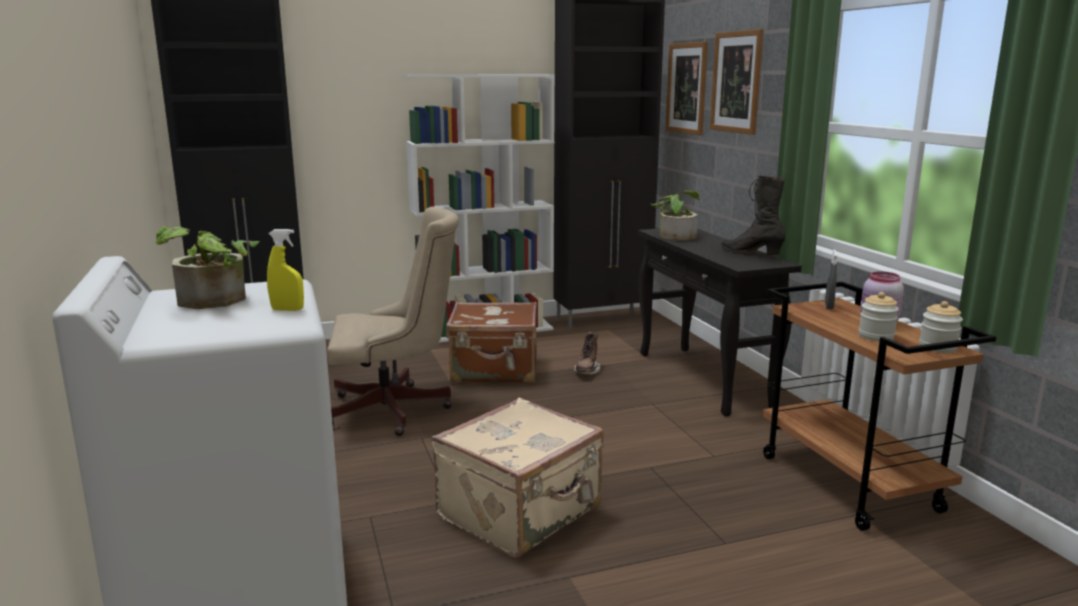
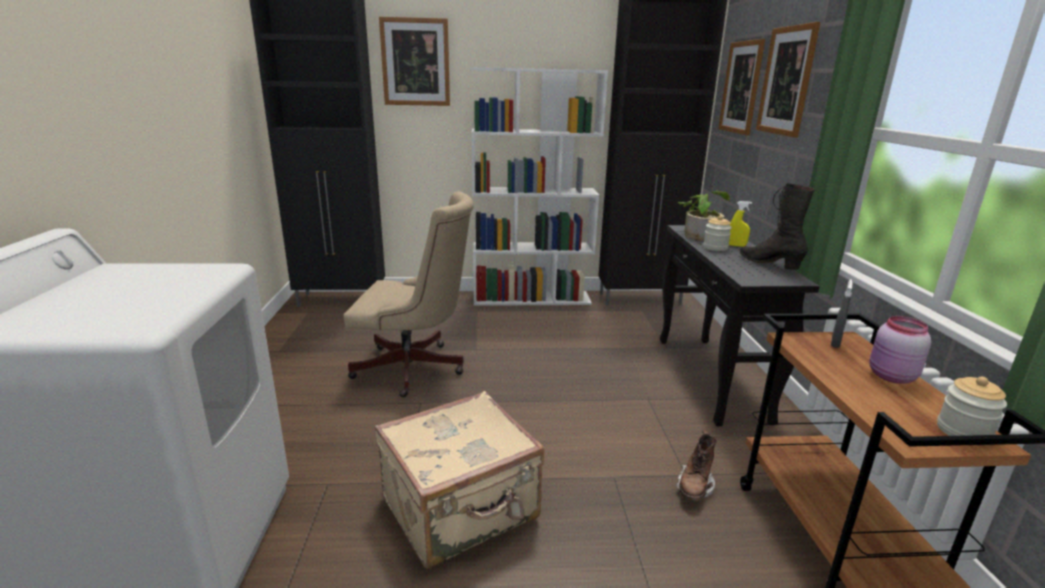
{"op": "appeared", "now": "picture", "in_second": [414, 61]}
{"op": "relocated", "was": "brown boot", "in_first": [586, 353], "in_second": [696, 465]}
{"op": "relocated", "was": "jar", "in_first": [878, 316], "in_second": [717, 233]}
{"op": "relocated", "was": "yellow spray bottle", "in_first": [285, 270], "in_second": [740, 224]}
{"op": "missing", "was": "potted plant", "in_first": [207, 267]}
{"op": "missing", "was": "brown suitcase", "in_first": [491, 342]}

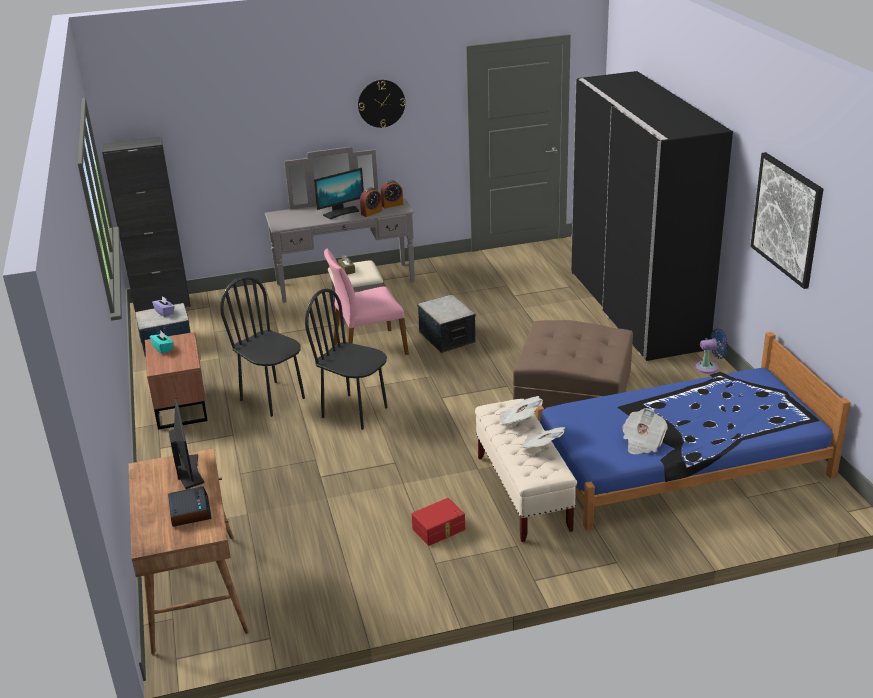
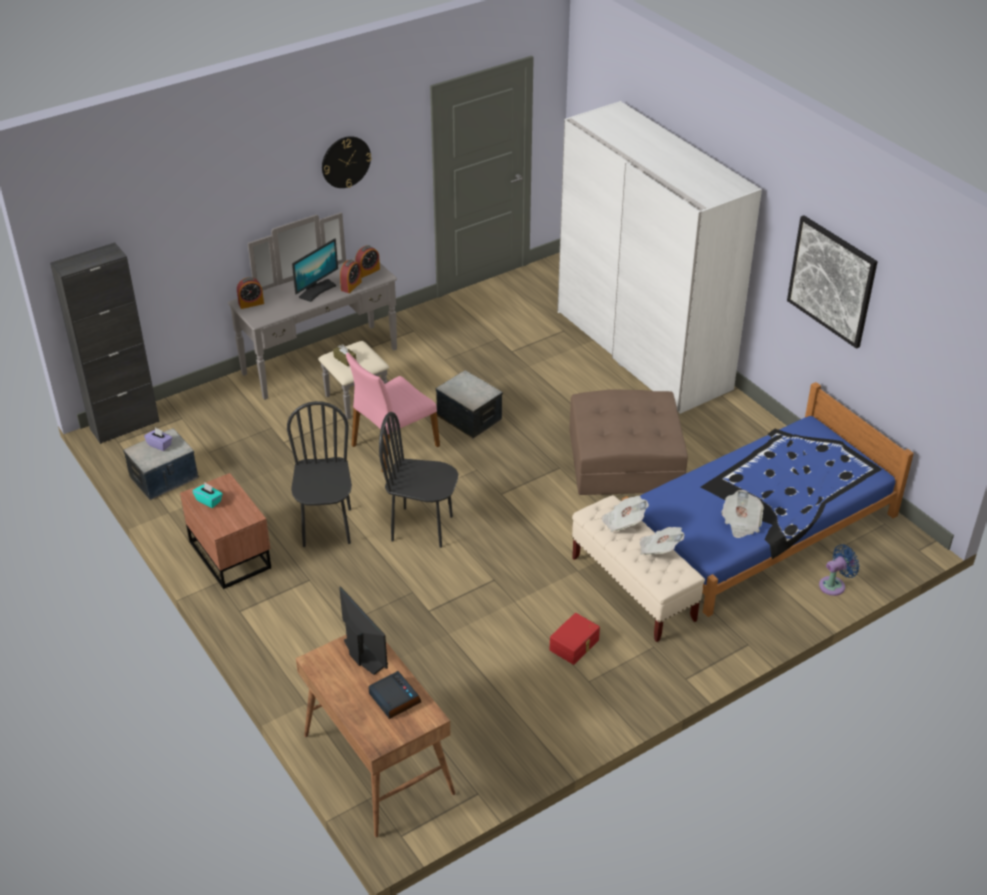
{"op": "appeared", "now": "alarm clock", "in_second": [250, 293]}
{"op": "spun", "was": "black chair", "in_first": [262, 346], "in_second": [319, 474], "clockwise": 60}
{"op": "colour", "was": "black wardrobe", "now": "white wardrobe", "in_first": [652, 216], "in_second": [660, 257]}
{"op": "relocated", "was": "blue fan", "in_first": [712, 351], "in_second": [839, 570]}

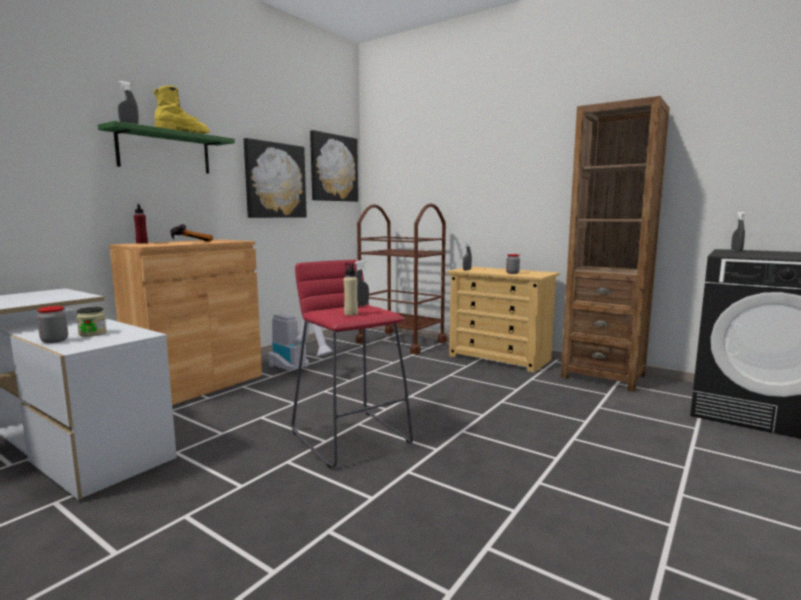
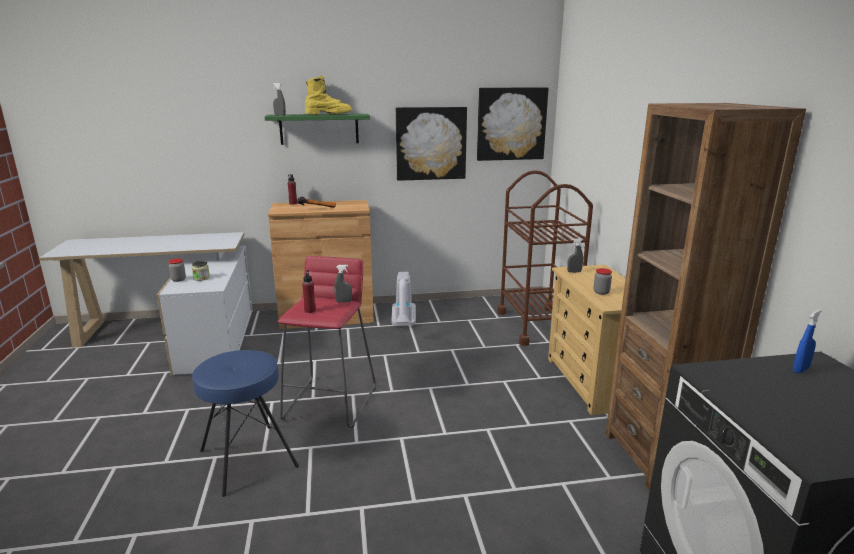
{"op": "appeared", "now": "blue stool", "in_second": [245, 423]}
{"op": "colour", "was": "beige bottle", "now": "red bottle", "in_first": [351, 289], "in_second": [309, 291]}
{"op": "colour", "was": "grey spray bottle", "now": "blue spray bottle", "in_first": [738, 231], "in_second": [807, 341]}

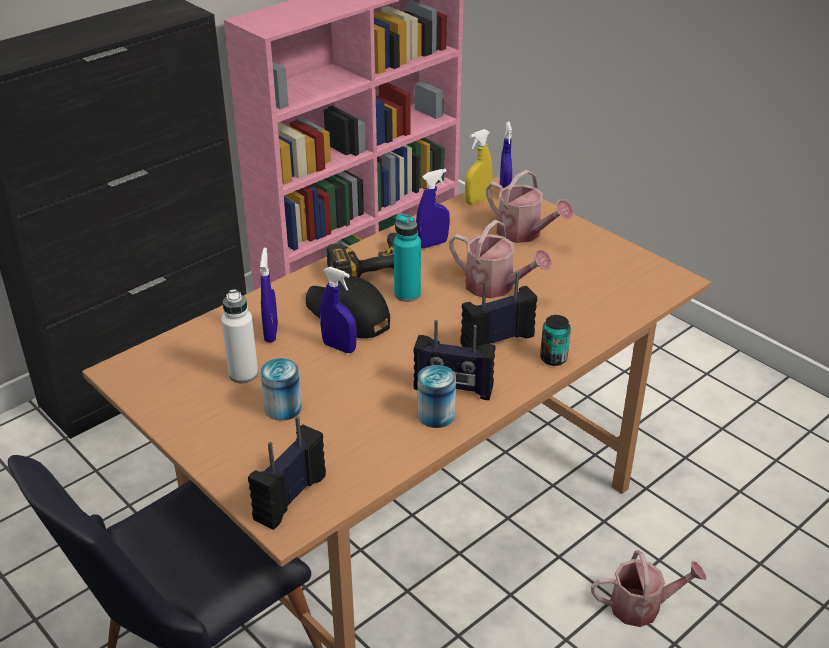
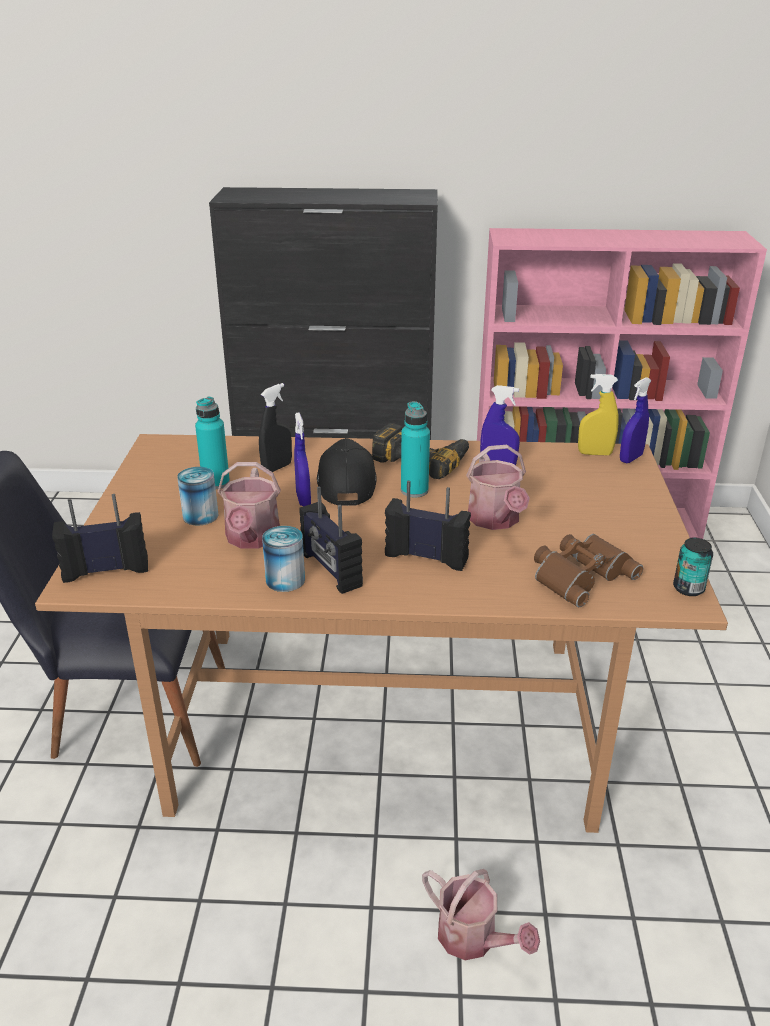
{"op": "colour", "was": "white bottle", "now": "turquoise bottle", "in_first": [239, 336], "in_second": [212, 443]}
{"op": "relocated", "was": "watering can", "in_first": [529, 206], "in_second": [249, 505]}
{"op": "colour", "was": "blue spray bottle", "now": "black spray bottle", "in_first": [269, 295], "in_second": [275, 427]}
{"op": "appeared", "now": "brown binoculars", "in_second": [588, 570]}
{"op": "relocated", "was": "can", "in_first": [555, 340], "in_second": [693, 567]}

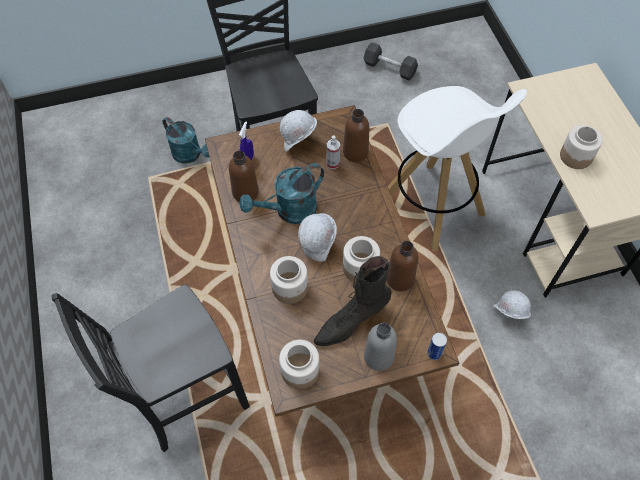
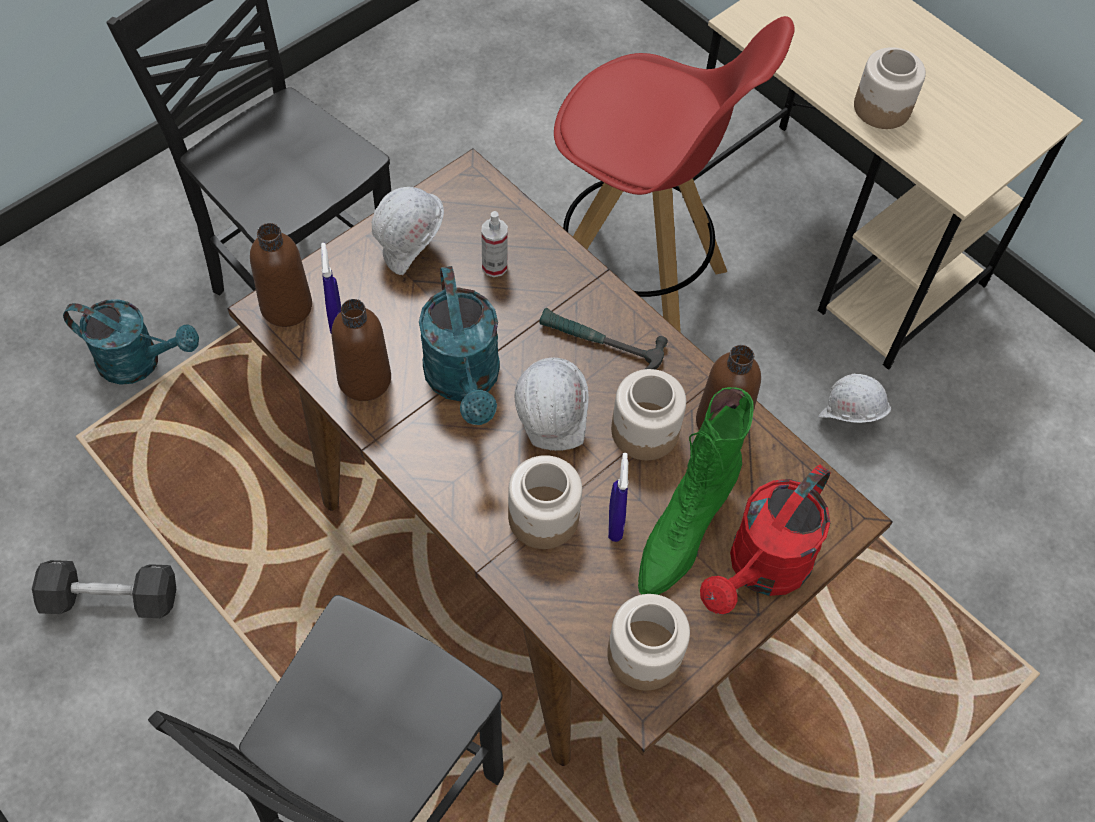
{"op": "relocated", "was": "black dumbbell", "in_first": [391, 61], "in_second": [104, 589]}
{"op": "relocated", "was": "brown bottle", "in_first": [356, 135], "in_second": [281, 275]}
{"op": "spun", "was": "turquoise watering can", "in_first": [281, 193], "in_second": [459, 345], "clockwise": -45}
{"op": "appeared", "now": "hammer", "in_second": [603, 339]}
{"op": "colour", "was": "white stool", "now": "red stool", "in_first": [457, 169], "in_second": [674, 174]}
{"op": "appeared", "now": "blue spray bottle", "in_second": [618, 497]}
{"op": "colour", "was": "black boot", "now": "green boot", "in_first": [353, 301], "in_second": [696, 491]}
{"op": "exchanged", "was": "grey bottle", "now": "red watering can", "in_first": [380, 347], "in_second": [765, 540]}
{"op": "missing", "was": "can", "in_first": [437, 346]}

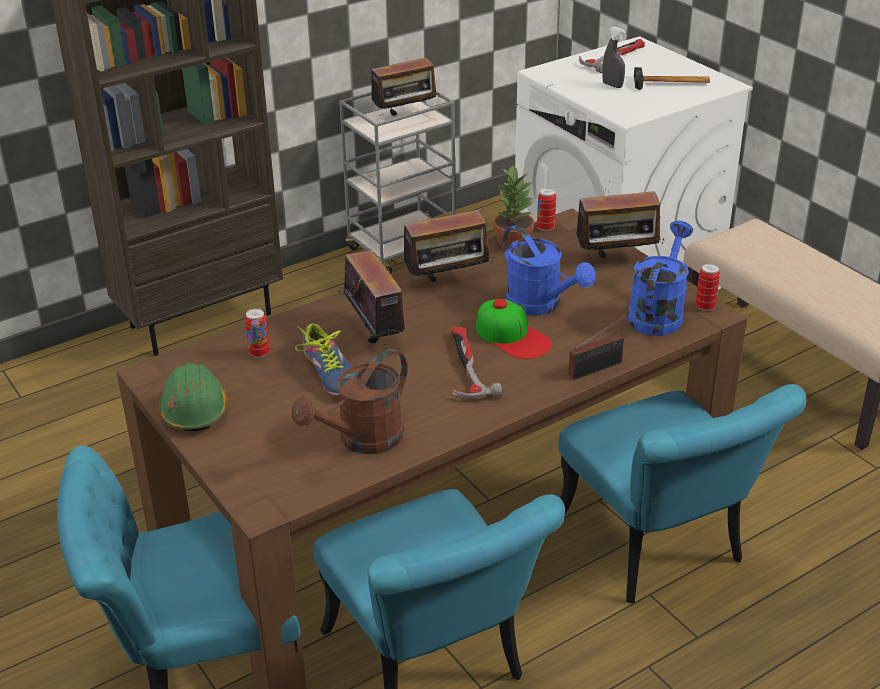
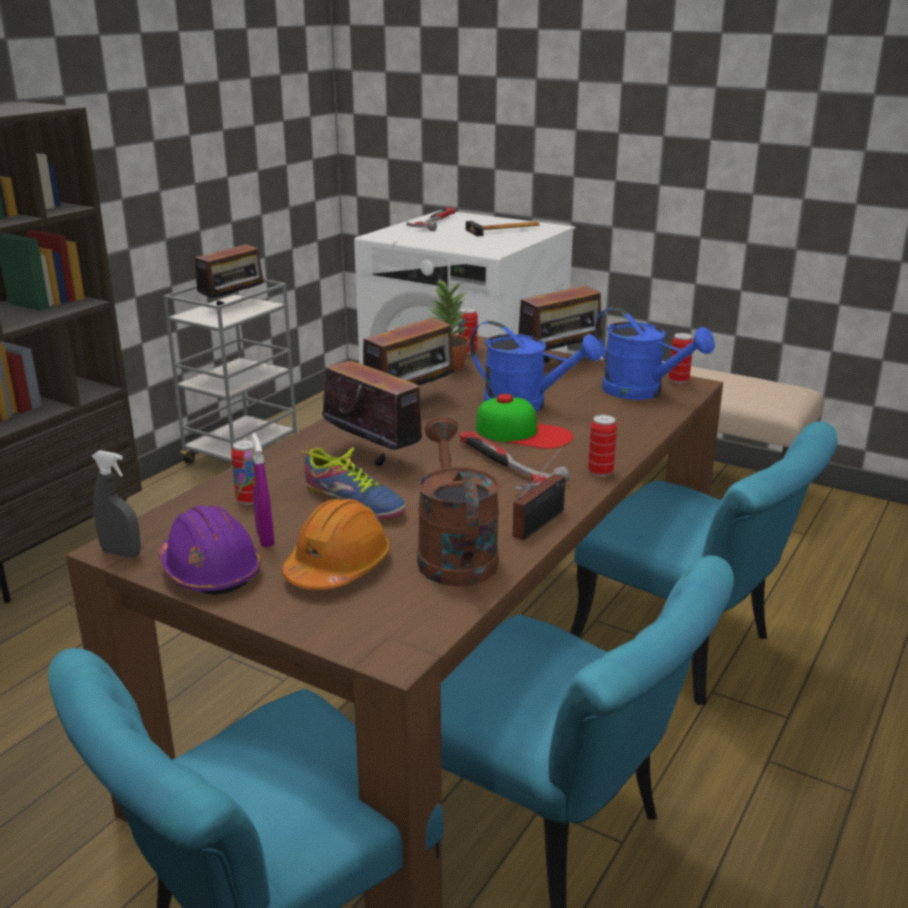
{"op": "relocated", "was": "grey spray bottle", "in_first": [613, 57], "in_second": [116, 503]}
{"op": "colour", "was": "green hard hat", "now": "purple hard hat", "in_first": [193, 397], "in_second": [210, 550]}
{"op": "appeared", "now": "purple spray bottle", "in_second": [263, 490]}
{"op": "appeared", "now": "orange hard hat", "in_second": [336, 544]}
{"op": "spun", "was": "brown watering can", "in_first": [349, 401], "in_second": [458, 501], "clockwise": 150}
{"op": "relocated", "was": "radio", "in_first": [598, 347], "in_second": [539, 492]}
{"op": "appeared", "now": "can", "in_second": [602, 446]}
{"op": "spun", "was": "blue watering can", "in_first": [660, 278], "in_second": [655, 353], "clockwise": 135}

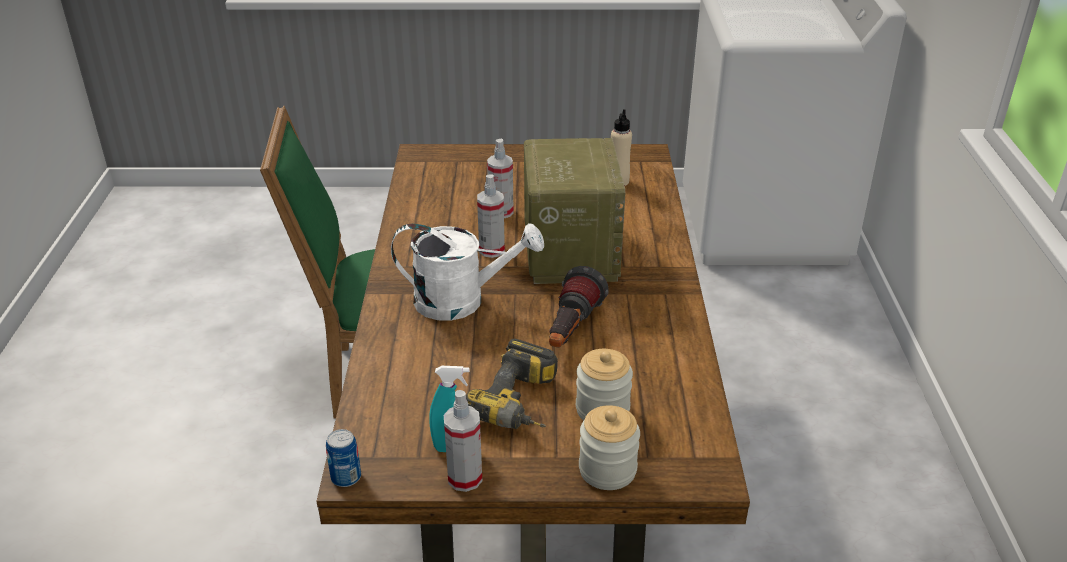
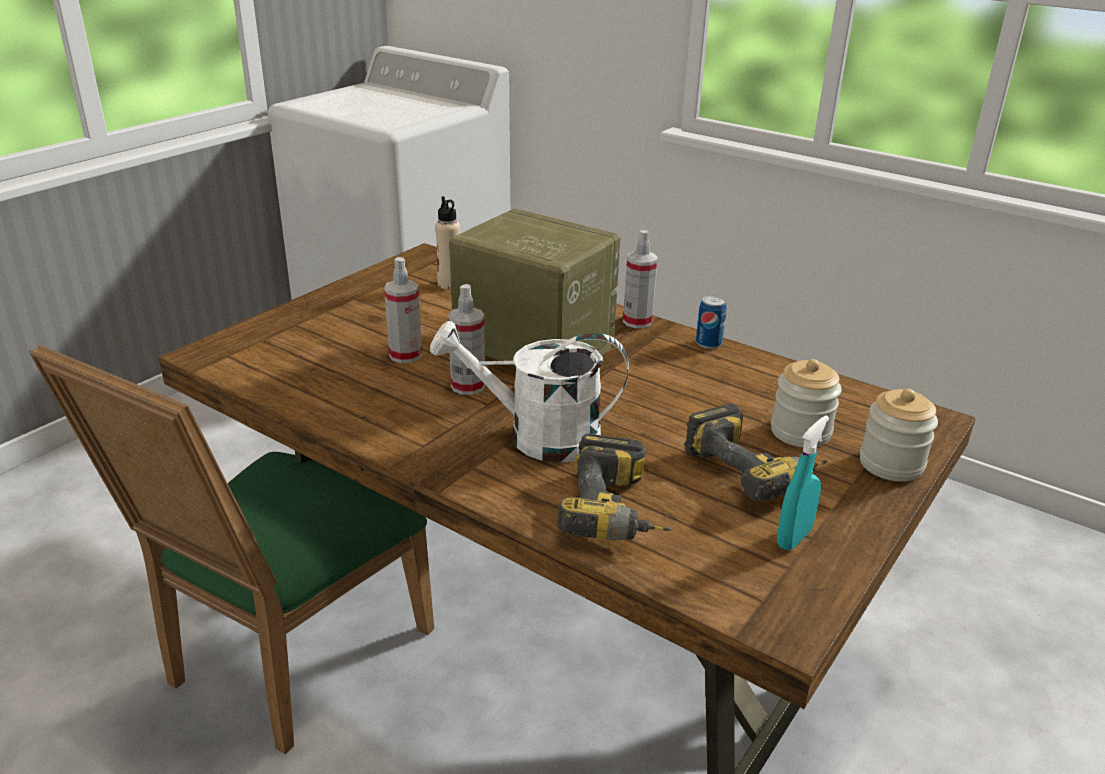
{"op": "spun", "was": "white watering can", "in_first": [467, 272], "in_second": [529, 392], "clockwise": -120}
{"op": "appeared", "now": "power drill", "in_second": [614, 487]}
{"op": "relocated", "was": "spray bottle", "in_first": [463, 441], "in_second": [640, 279]}
{"op": "relocated", "was": "can", "in_first": [343, 458], "in_second": [711, 322]}
{"op": "missing", "was": "flashlight", "in_first": [579, 306]}

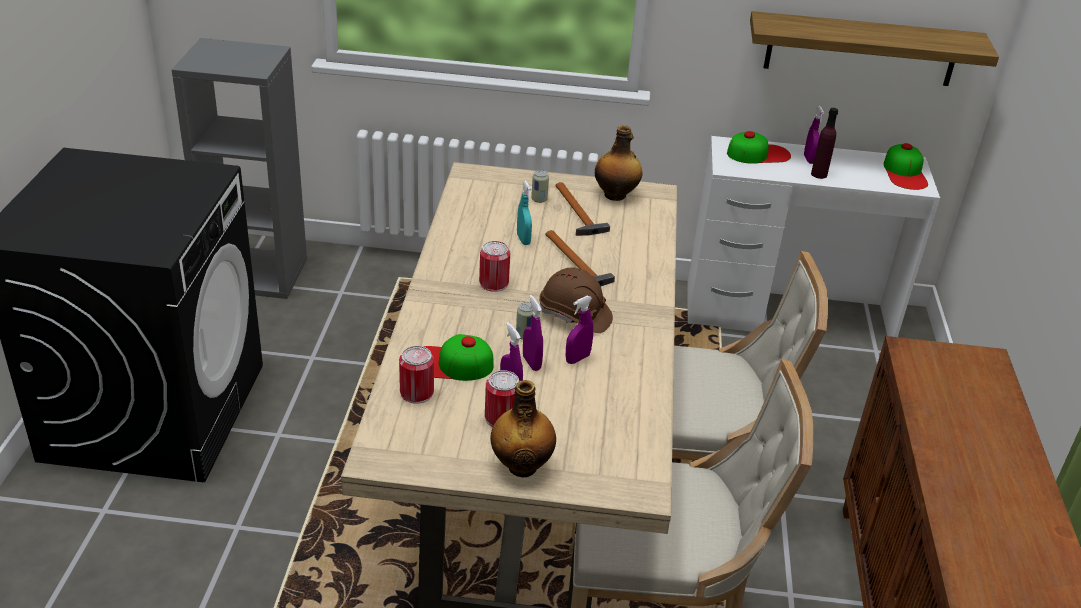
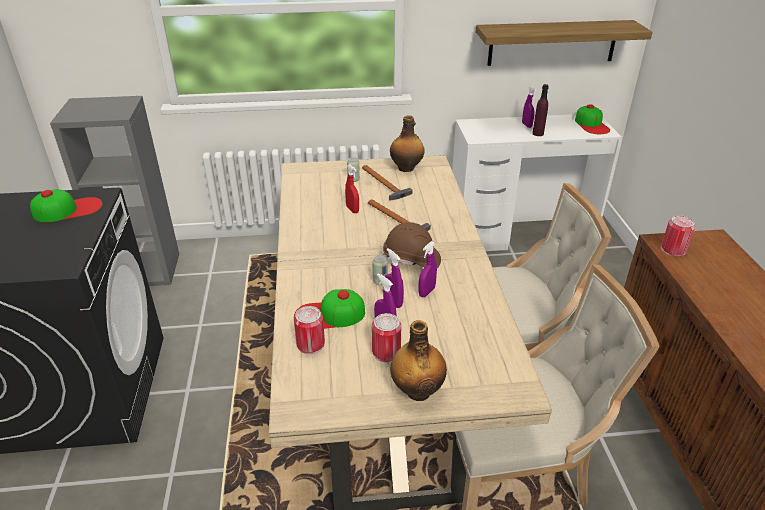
{"op": "relocated", "was": "cap", "in_first": [759, 147], "in_second": [66, 205]}
{"op": "colour", "was": "turquoise spray bottle", "now": "red spray bottle", "in_first": [524, 213], "in_second": [352, 188]}
{"op": "relocated", "was": "can", "in_first": [494, 266], "in_second": [678, 236]}

